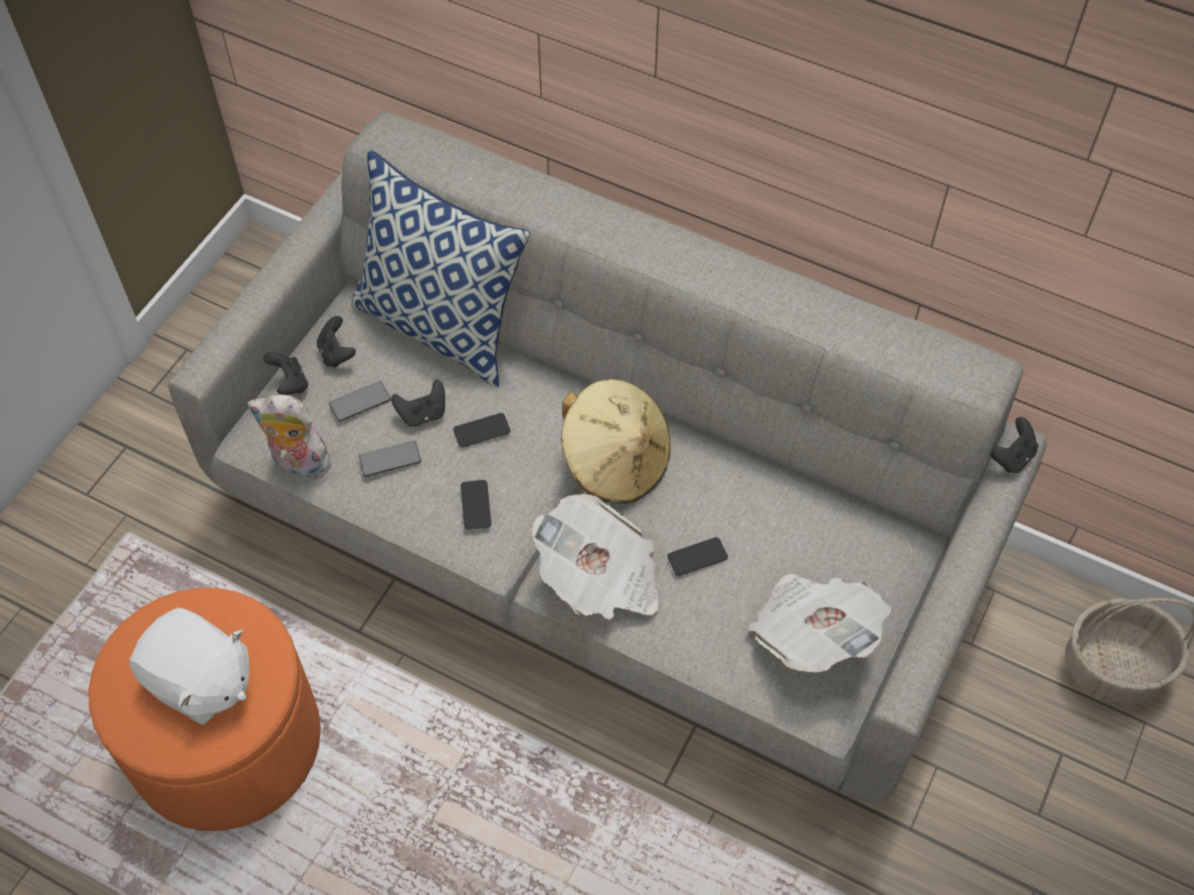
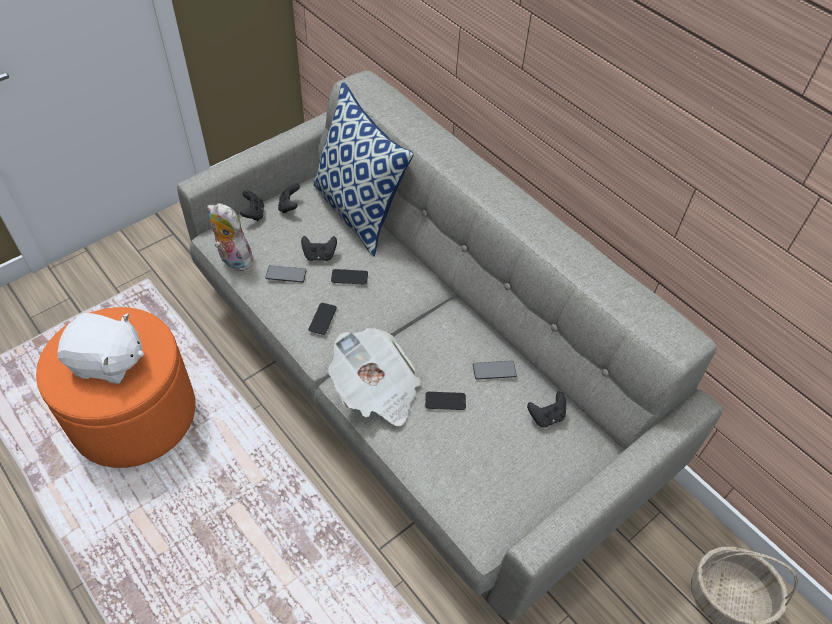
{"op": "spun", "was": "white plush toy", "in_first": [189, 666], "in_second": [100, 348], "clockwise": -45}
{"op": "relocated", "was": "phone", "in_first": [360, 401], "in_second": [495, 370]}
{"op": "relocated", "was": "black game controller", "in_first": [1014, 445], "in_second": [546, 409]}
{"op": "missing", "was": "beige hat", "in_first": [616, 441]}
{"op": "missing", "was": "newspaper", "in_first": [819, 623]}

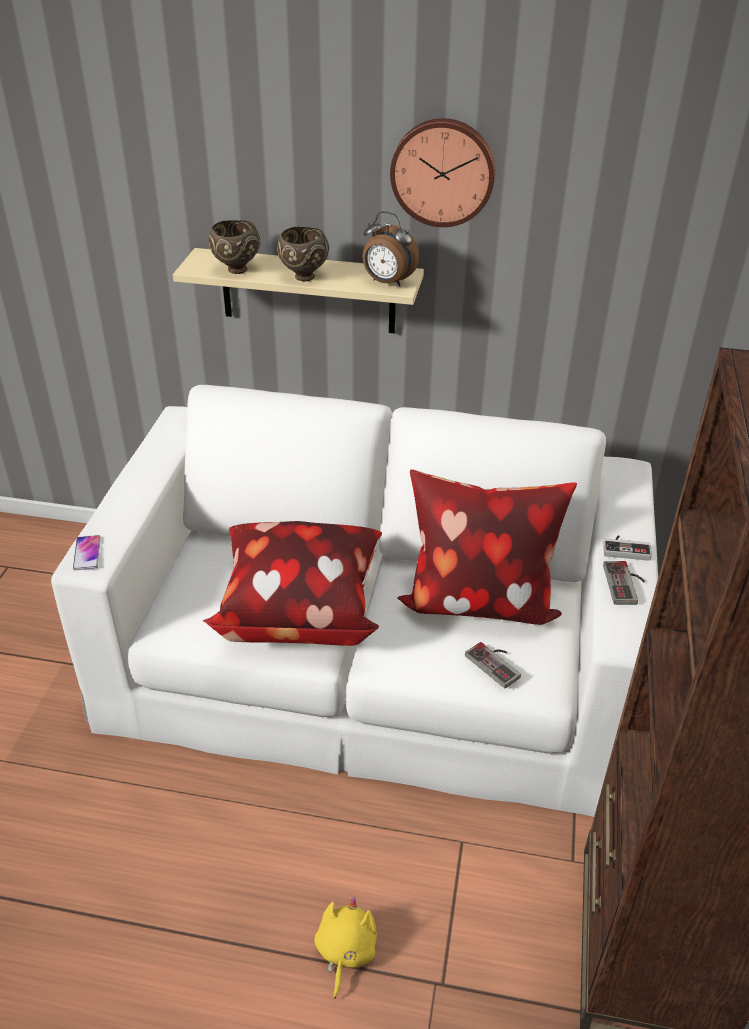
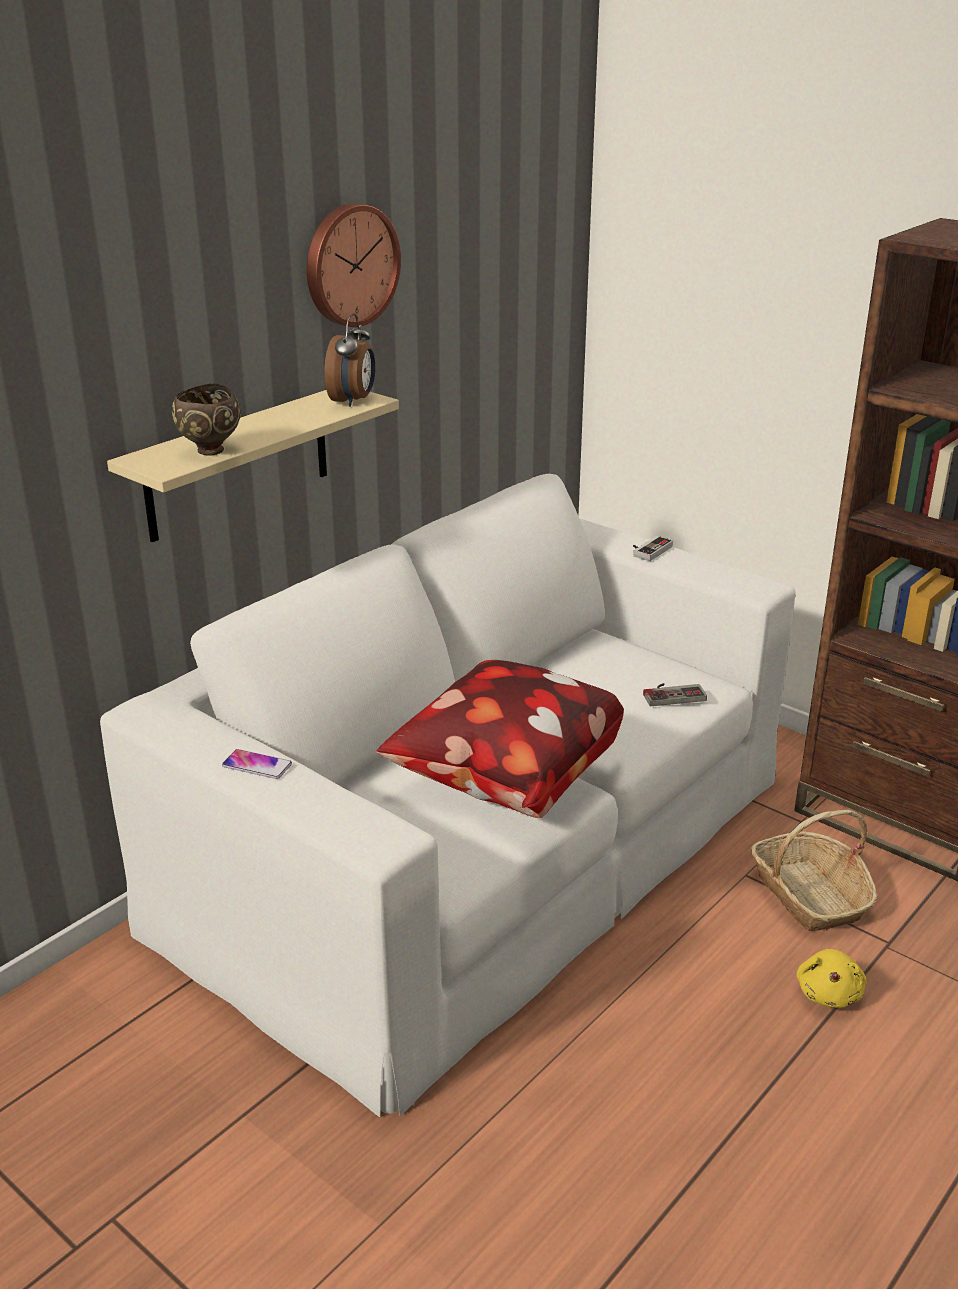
{"op": "relocated", "was": "phone", "in_first": [87, 552], "in_second": [257, 764]}
{"op": "spun", "was": "alarm clock", "in_first": [390, 249], "in_second": [350, 360], "clockwise": -45}
{"op": "appeared", "now": "basket", "in_second": [814, 870]}
{"op": "spun", "was": "yellow plush toy", "in_first": [345, 947], "in_second": [831, 978], "clockwise": -120}
{"op": "missing", "was": "brown bowl", "in_first": [303, 254]}
{"op": "missing", "was": "pillow", "in_first": [487, 547]}
{"op": "missing", "was": "game controller", "in_first": [624, 583]}

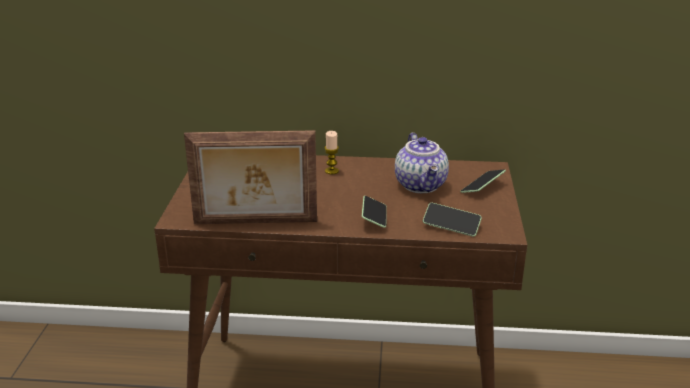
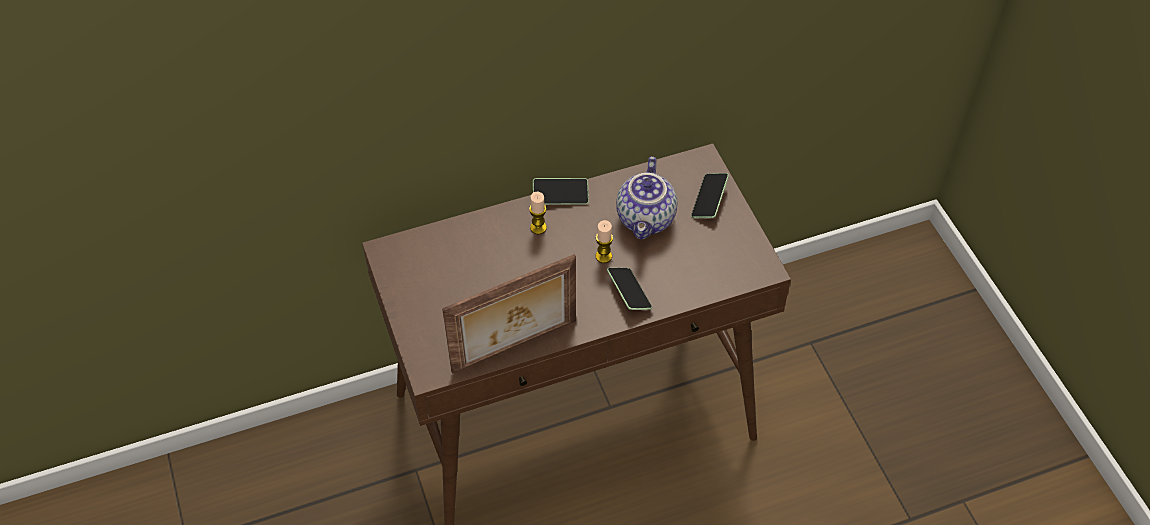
{"op": "relocated", "was": "phone", "in_first": [452, 220], "in_second": [561, 191]}
{"op": "appeared", "now": "candle", "in_second": [604, 241]}
{"op": "spun", "was": "teapot", "in_first": [422, 163], "in_second": [646, 198], "clockwise": 45}

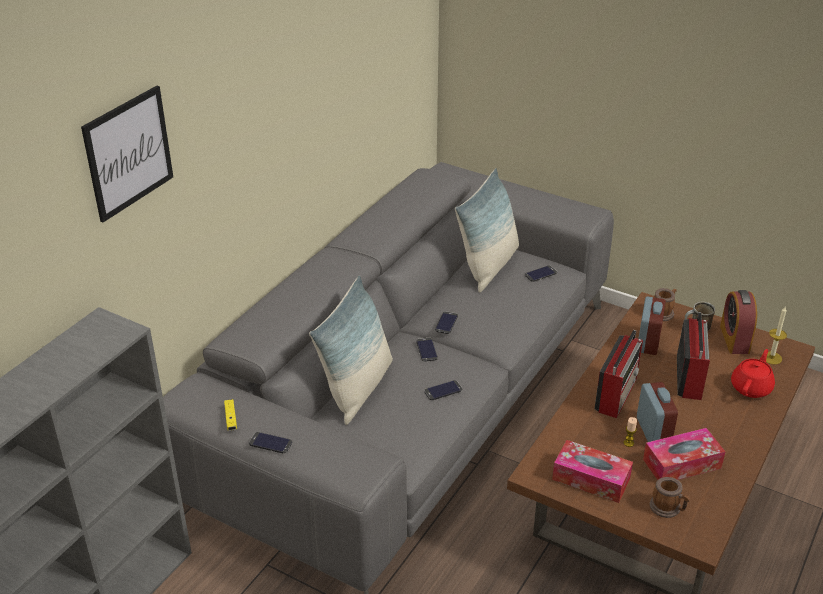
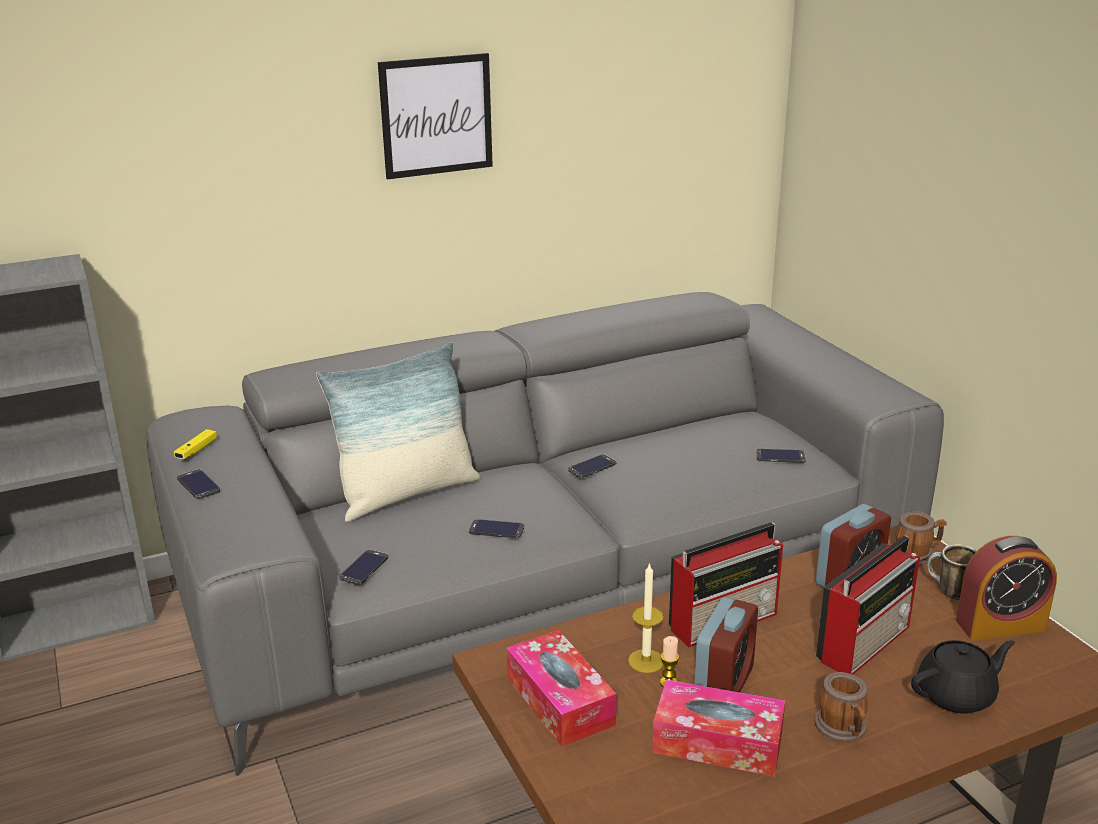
{"op": "relocated", "was": "phone", "in_first": [427, 350], "in_second": [363, 567]}
{"op": "relocated", "was": "picture", "in_first": [127, 154], "in_second": [435, 116]}
{"op": "relocated", "was": "candle", "in_first": [776, 335], "in_second": [646, 617]}
{"op": "relocated", "was": "mug", "in_first": [670, 497], "in_second": [841, 707]}
{"op": "colour", "was": "red teapot", "now": "black teapot", "in_first": [753, 373], "in_second": [963, 676]}
{"op": "spun", "was": "alarm clock", "in_first": [738, 322], "in_second": [1006, 588], "clockwise": -135}
{"op": "missing", "was": "pillow", "in_first": [487, 230]}

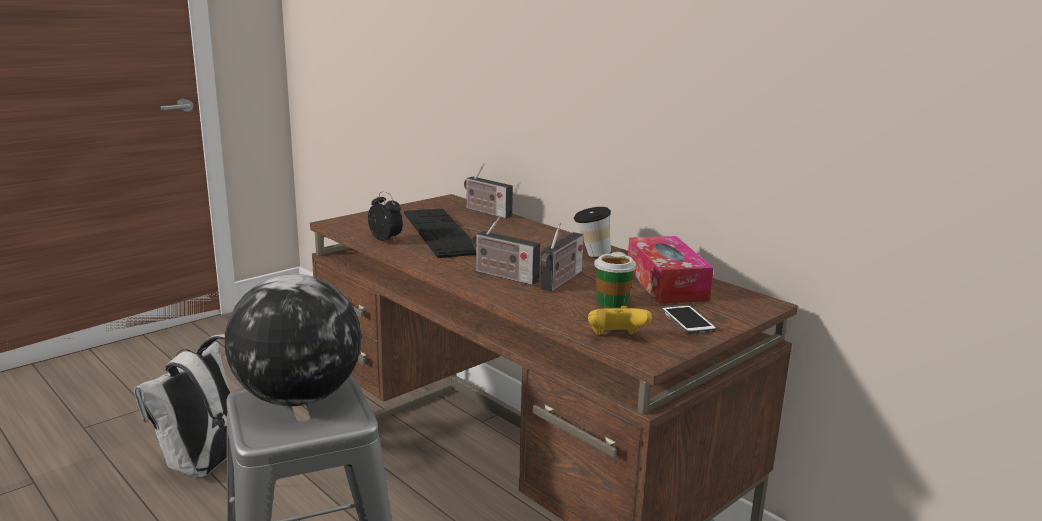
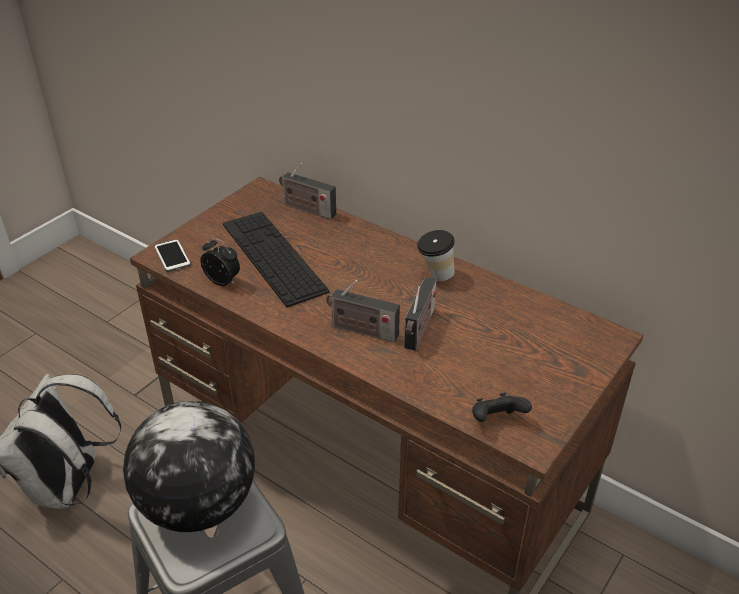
{"op": "relocated", "was": "phone", "in_first": [689, 319], "in_second": [172, 255]}
{"op": "colour", "was": "yellow game controller", "now": "black game controller", "in_first": [620, 320], "in_second": [502, 407]}
{"op": "missing", "was": "cup", "in_first": [615, 279]}
{"op": "missing", "was": "tissue box", "in_first": [671, 270]}

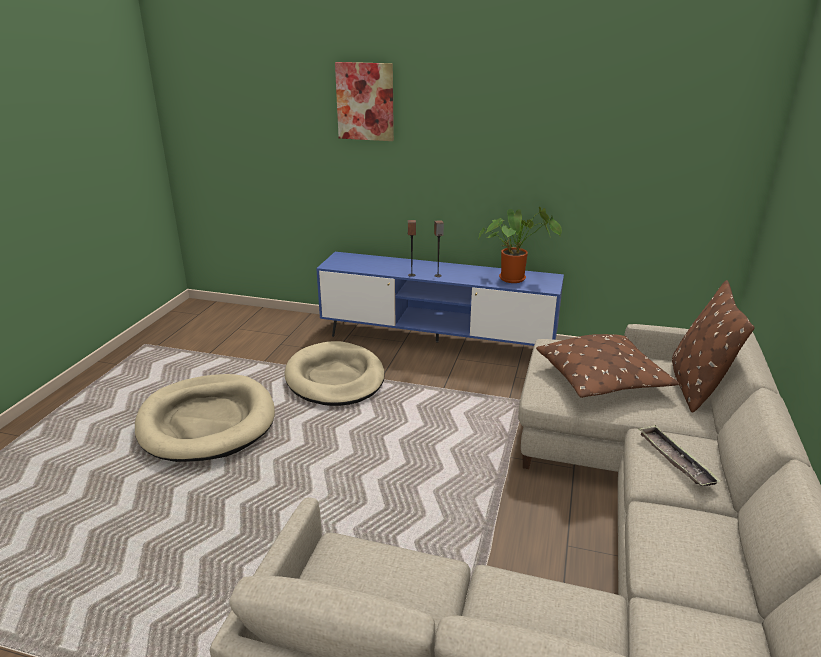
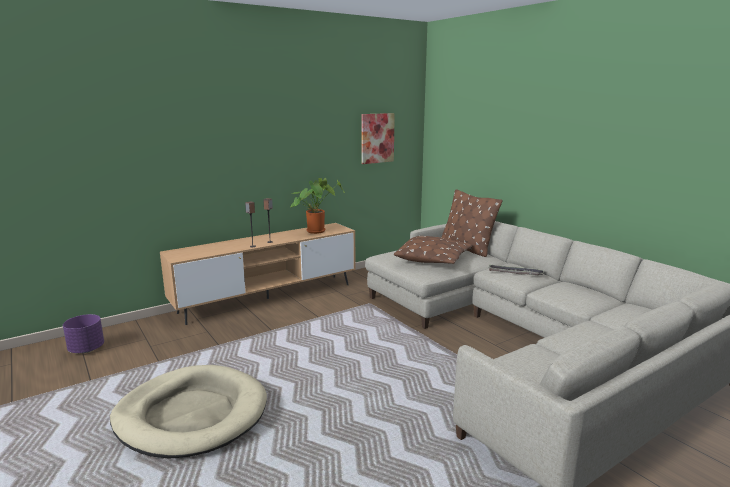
{"op": "appeared", "now": "purple planter", "in_second": [83, 333]}
{"op": "colour", "was": "blue tv stand", "now": "brown tv stand", "in_first": [440, 299], "in_second": [258, 274]}
{"op": "relocated", "was": "picture", "in_first": [364, 101], "in_second": [378, 138]}
{"op": "missing", "was": "beige dog bed", "in_first": [334, 373]}

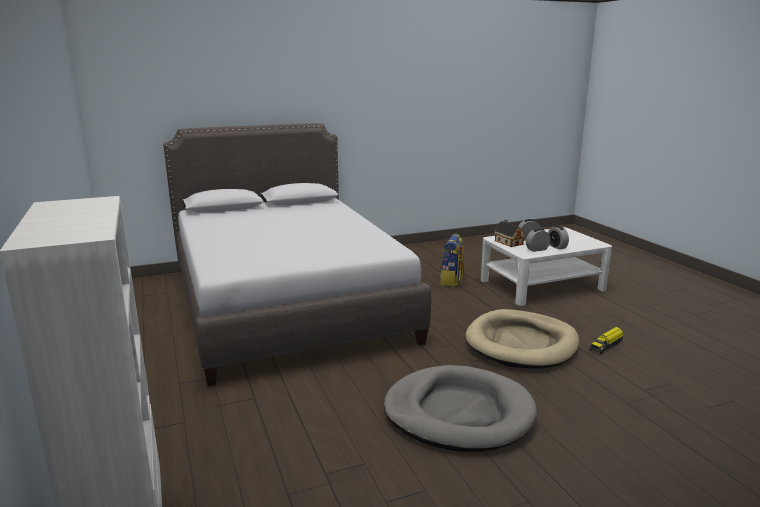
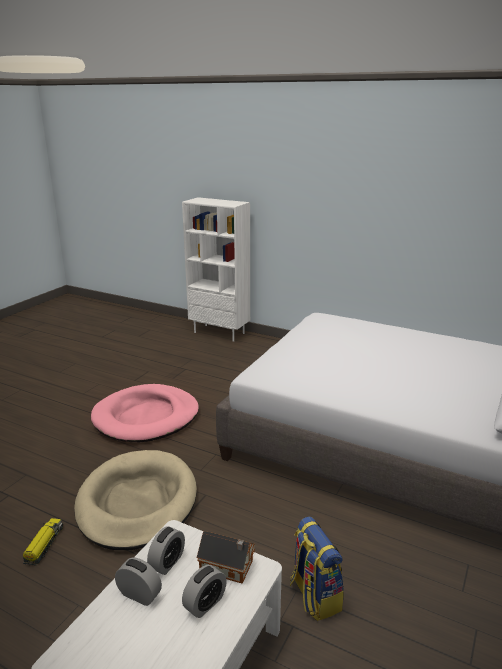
{"op": "colour", "was": "grey dog bed", "now": "pink dog bed", "in_first": [460, 408], "in_second": [145, 413]}

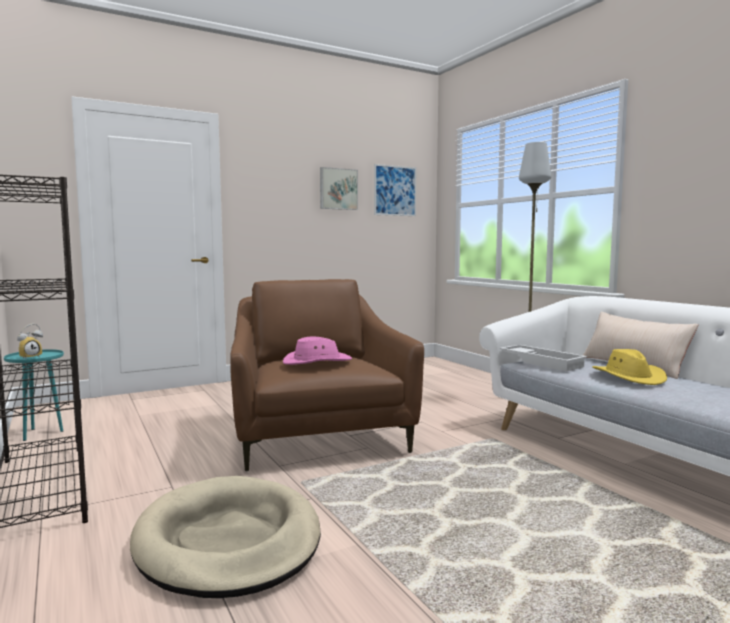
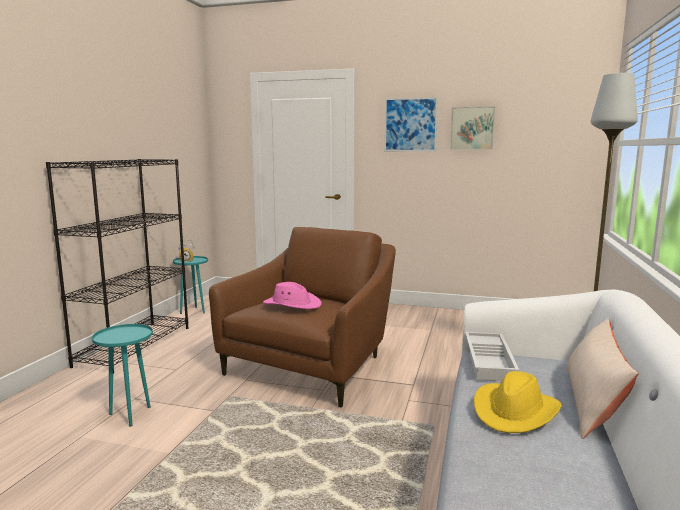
{"op": "exchanged", "was": "beige dog bed", "now": "turquoise side table", "in_first": [225, 537], "in_second": [122, 375]}
{"op": "relocated", "was": "picture", "in_first": [395, 190], "in_second": [411, 124]}

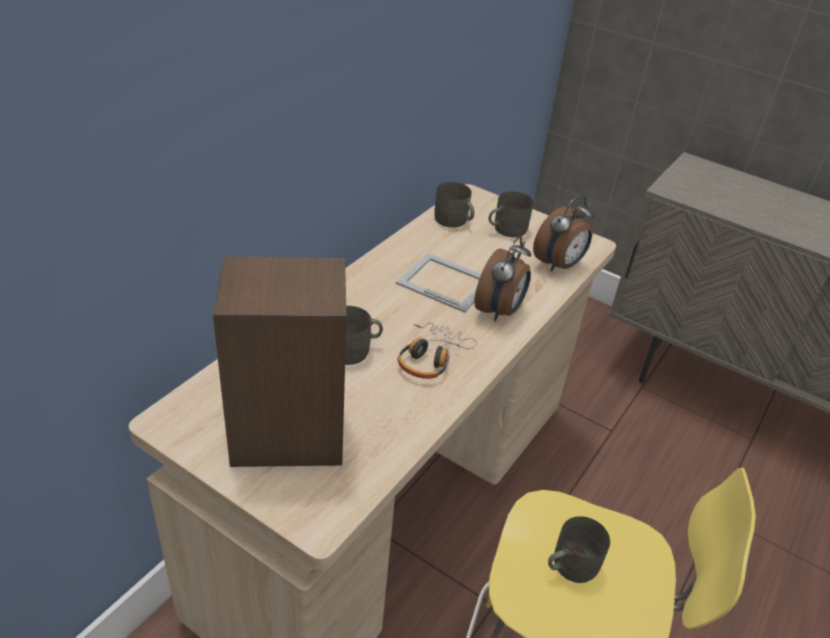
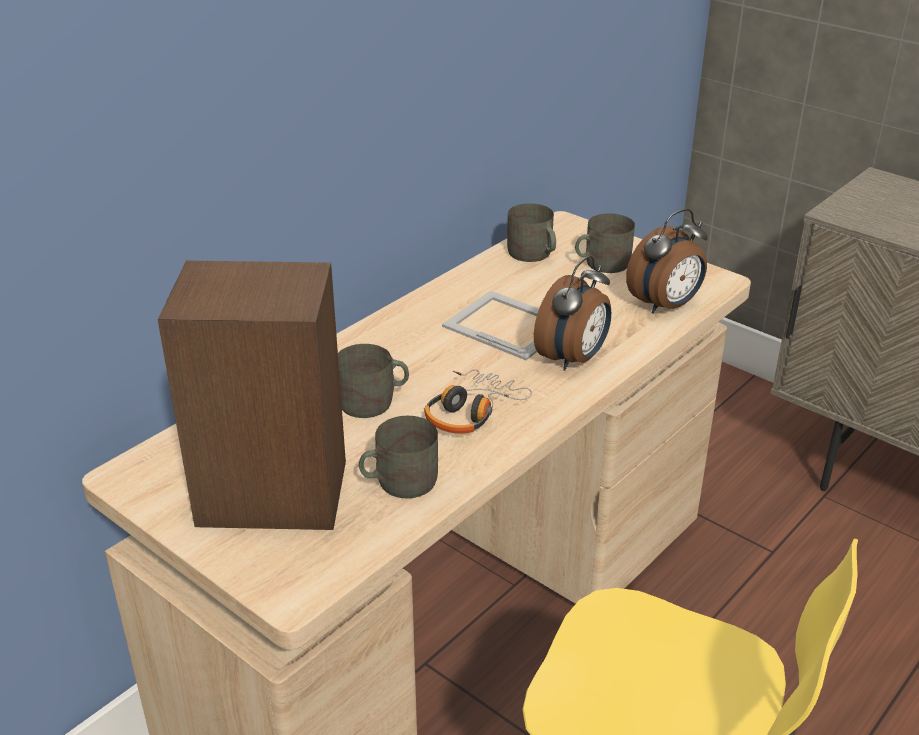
{"op": "relocated", "was": "grey mug", "in_first": [579, 549], "in_second": [398, 457]}

